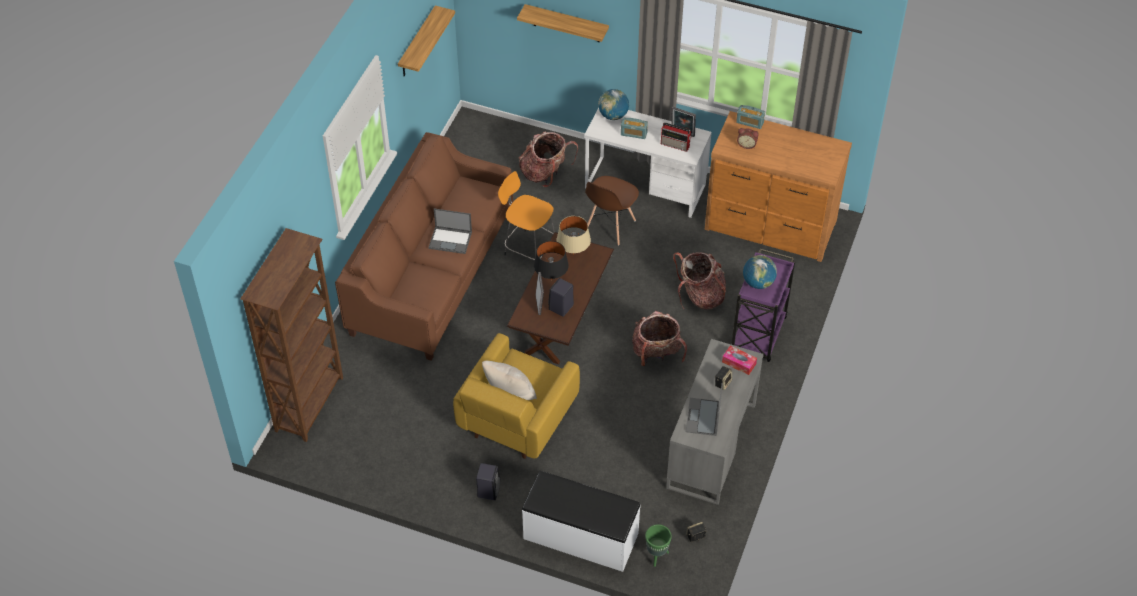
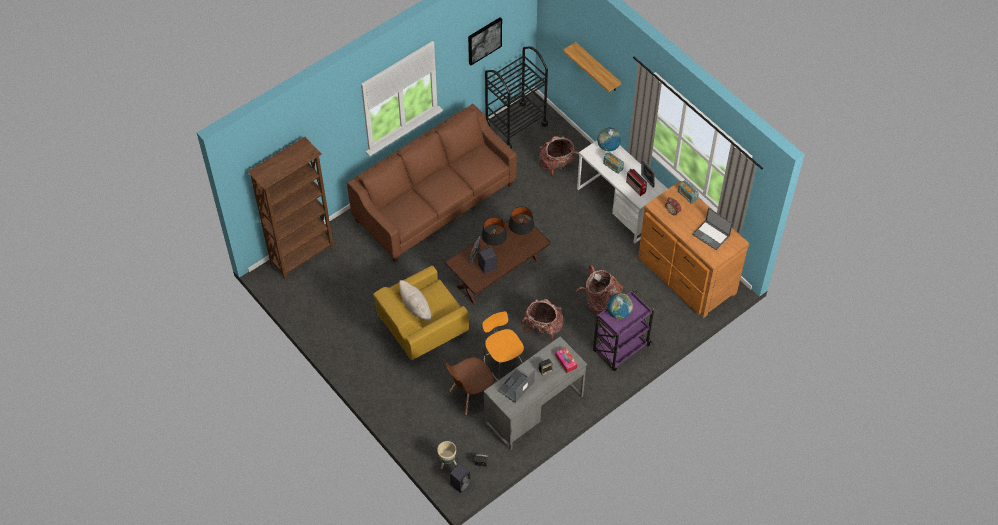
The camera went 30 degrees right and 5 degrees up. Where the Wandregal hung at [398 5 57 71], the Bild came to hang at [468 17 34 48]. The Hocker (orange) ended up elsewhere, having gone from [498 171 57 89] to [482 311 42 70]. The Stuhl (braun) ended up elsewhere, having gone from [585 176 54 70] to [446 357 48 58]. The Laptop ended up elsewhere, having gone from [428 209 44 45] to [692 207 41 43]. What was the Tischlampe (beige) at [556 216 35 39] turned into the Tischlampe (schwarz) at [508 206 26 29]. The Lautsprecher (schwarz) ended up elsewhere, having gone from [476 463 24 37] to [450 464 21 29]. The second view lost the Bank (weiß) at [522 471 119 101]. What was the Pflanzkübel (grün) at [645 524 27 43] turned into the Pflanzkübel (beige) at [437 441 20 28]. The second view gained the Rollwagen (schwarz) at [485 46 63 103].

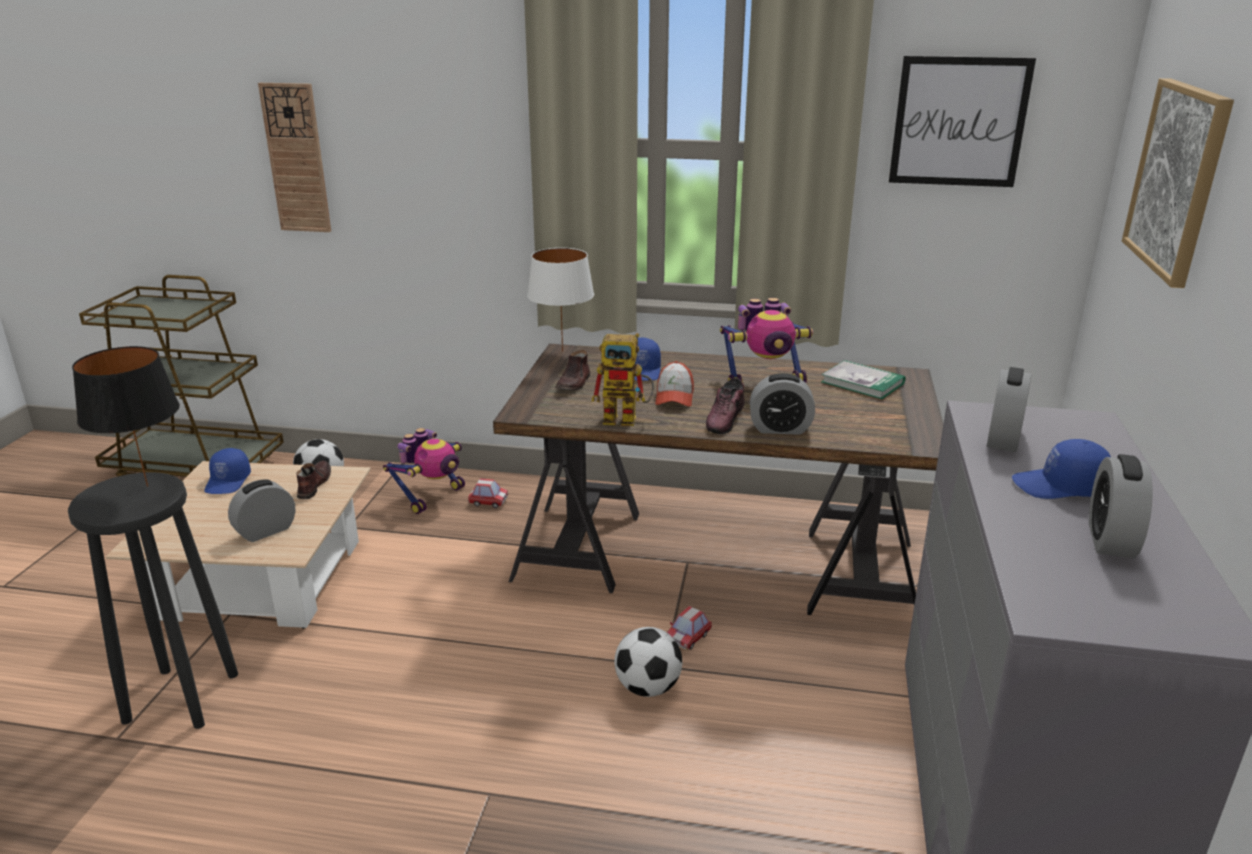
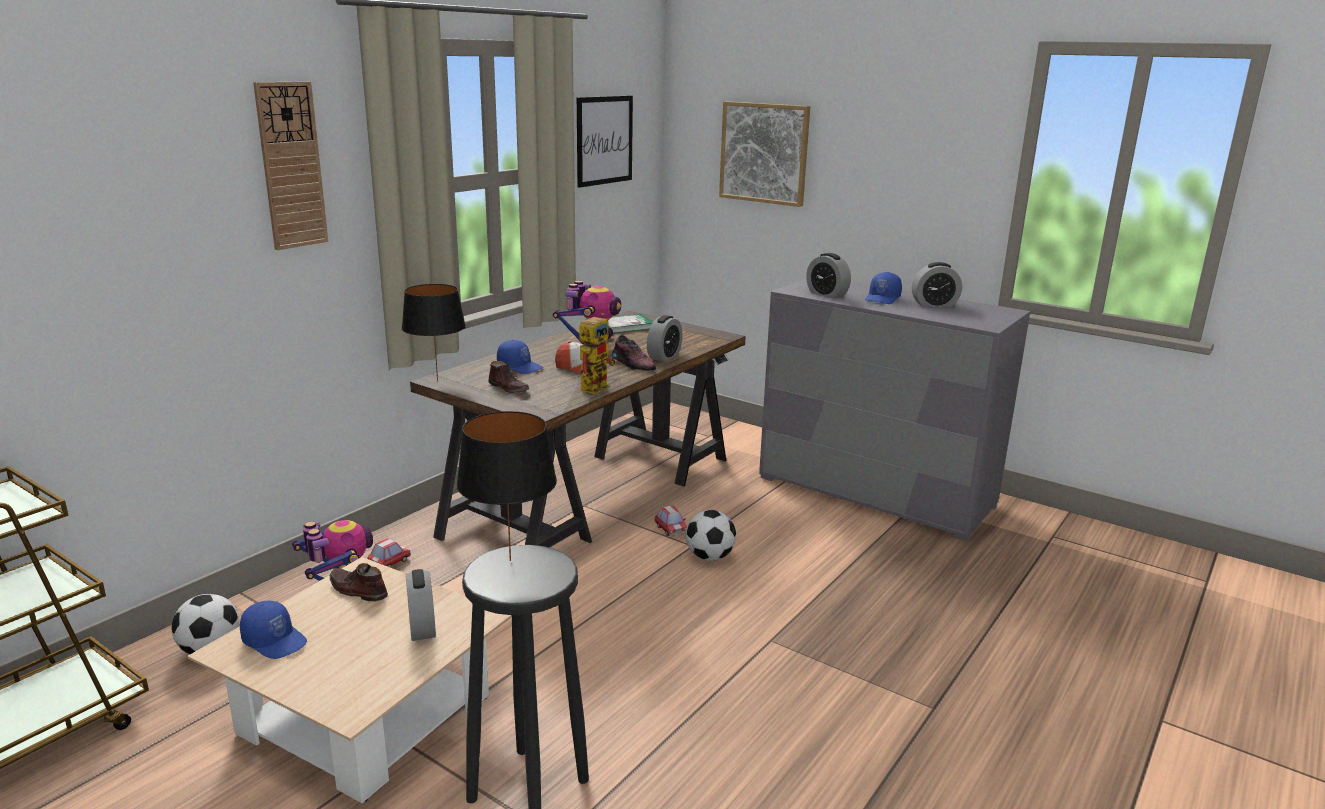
The camera went 65 degrees left and 5 degrees down. The Wanduhr ended up elsewhere, having gone from [258 83 73 149] to [253 81 75 169]. What was the Tischlampe (weiß) at [527 248 67 104] turned into the Tischlampe (schwarz) at [402 284 64 97]. The Wecker at [1089 454 64 104] ended up facing another way, 45 degrees counterclockwise from before.

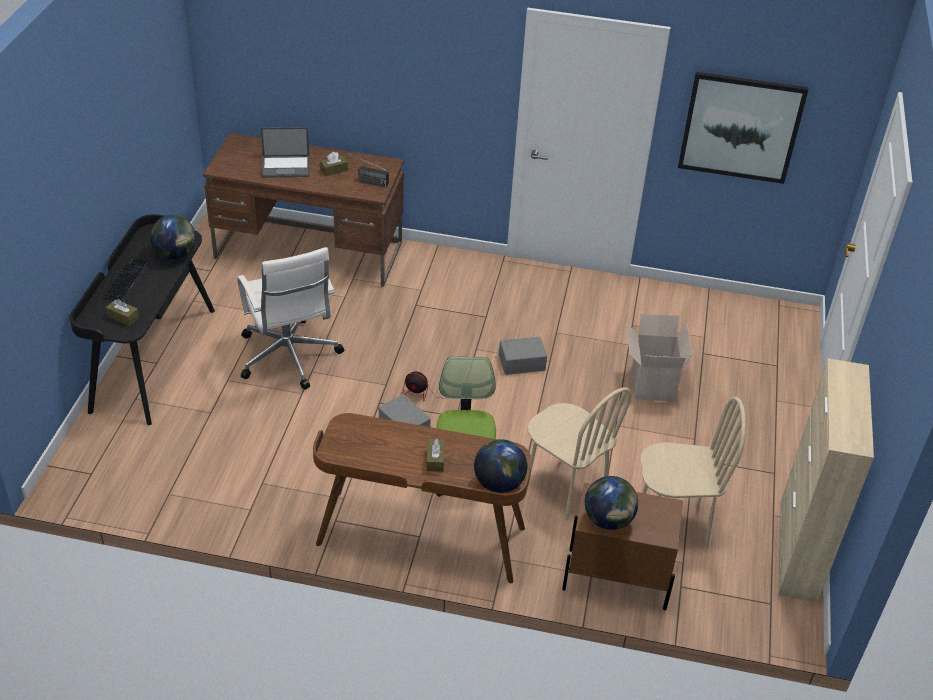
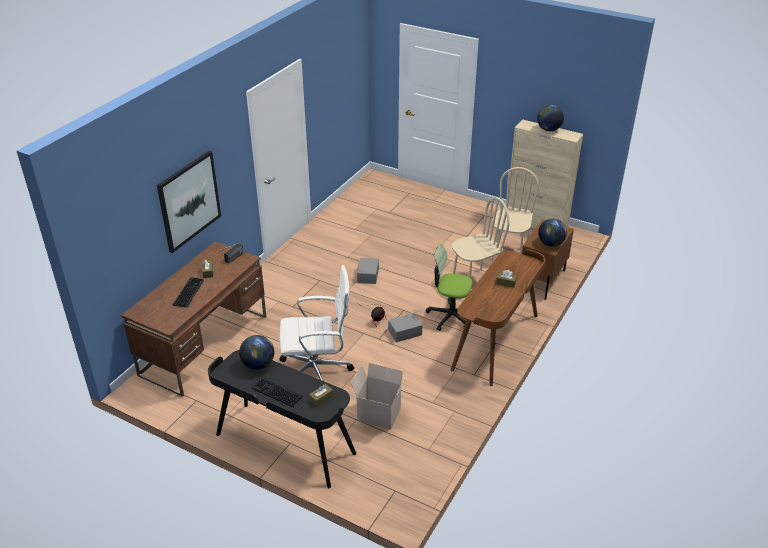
The camera went 70 degrees left and 5 degrees down. The Bild ended up elsewhere, having gone from [678 72 130 112] to [157 151 64 102]. Where the Laptop stood at [261 127 48 51], the Tastatur came to stand at [173 277 31 31]. The Karton ended up elsewhere, having gone from [626 314 66 87] to [351 363 55 67]. The Globus ended up elsewhere, having gone from [474 439 53 54] to [537 105 27 26].

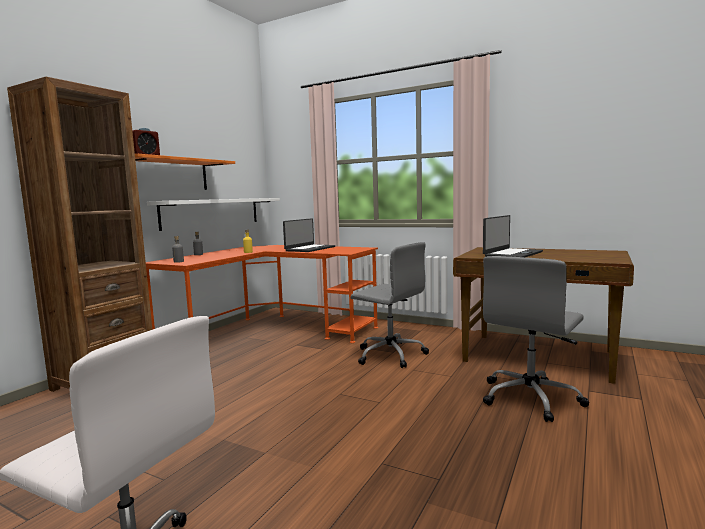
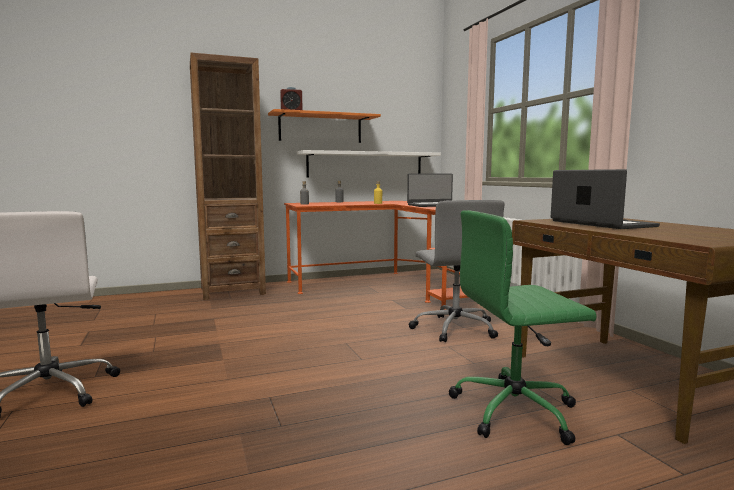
The camera went 40 degrees right and 0 degrees up. The Laptop at [483 215 60 42] ended up facing another way, 105 degrees counterclockwise from before. What was the Bürostuhl (grau) at [483 256 106 166] turned into the Bürostuhl (grün) at [449 210 147 235].

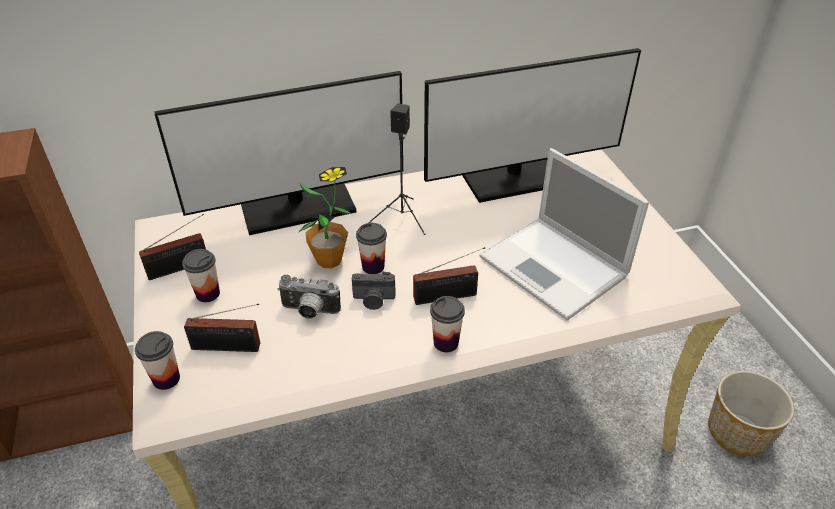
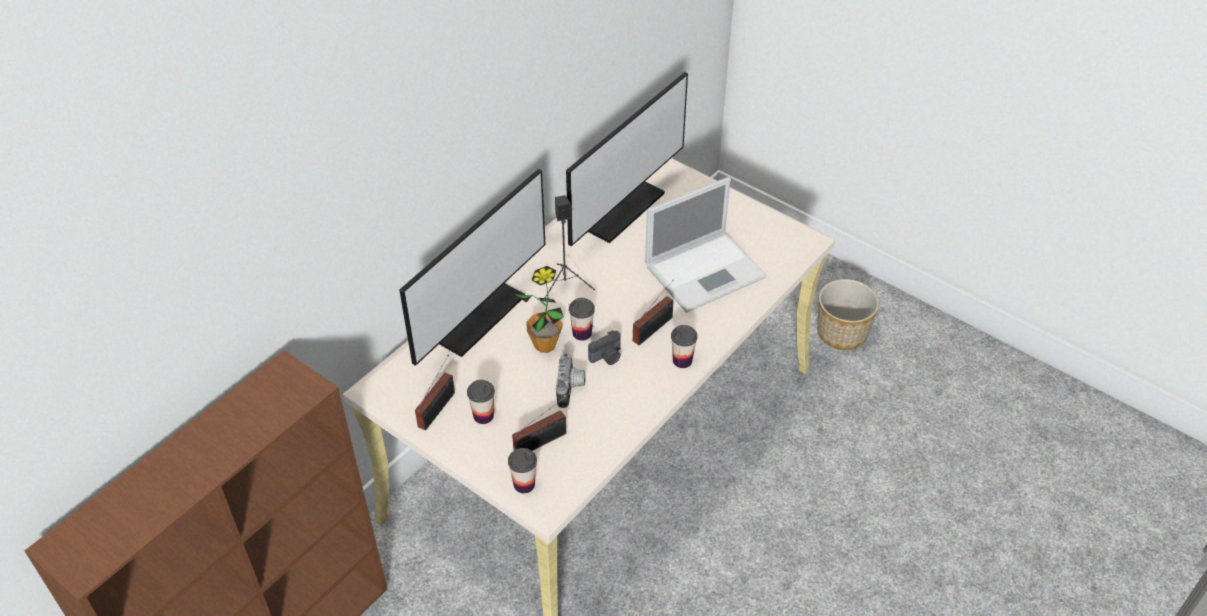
The camera went 35 degrees left and 5 degrees up. The Laptop at [480 148 169 173] ended up facing another way, 45 degrees counterclockwise from before. The Kamera at [277 275 64 44] ended up facing another way, 60 degrees counterclockwise from before.

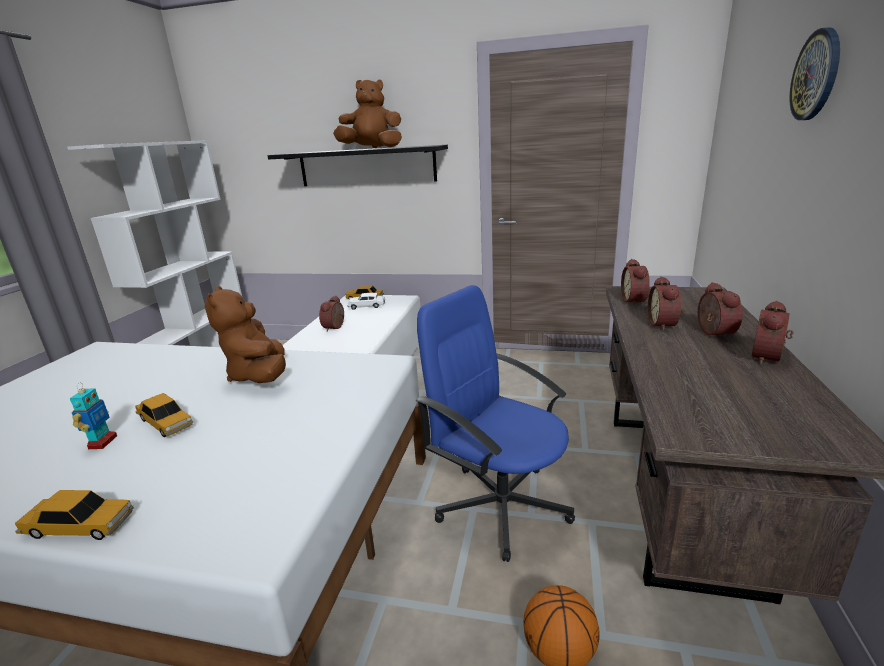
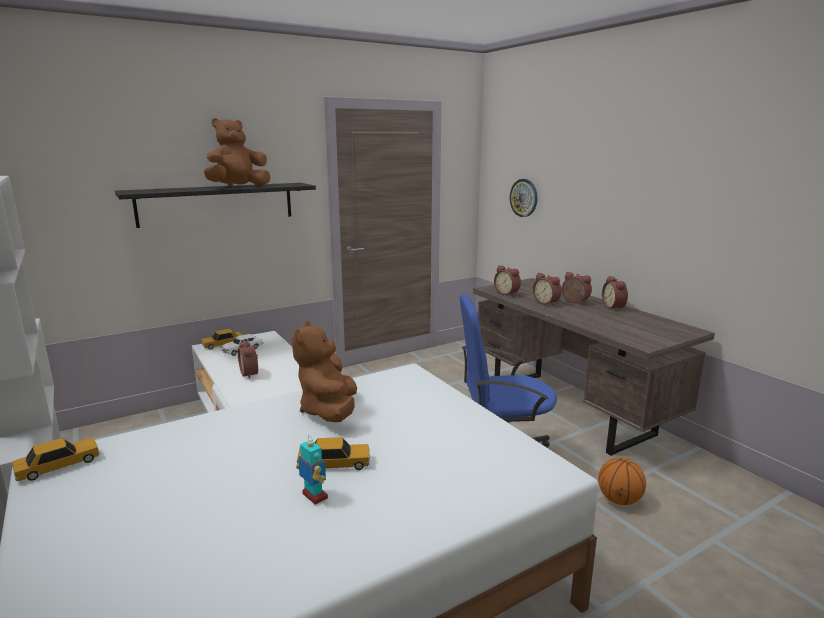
The camera went 45 degrees left and 5 degrees down. The Wanduhr ended up elsewhere, having gone from [789 27 51 93] to [510 179 27 38]. The Plüschtier (braun) at [205 286 81 97] ended up facing another way, 60 degrees clockwise from before. The Spielzeugauto ended up elsewhere, having gone from [15 490 119 50] to [12 438 87 43].

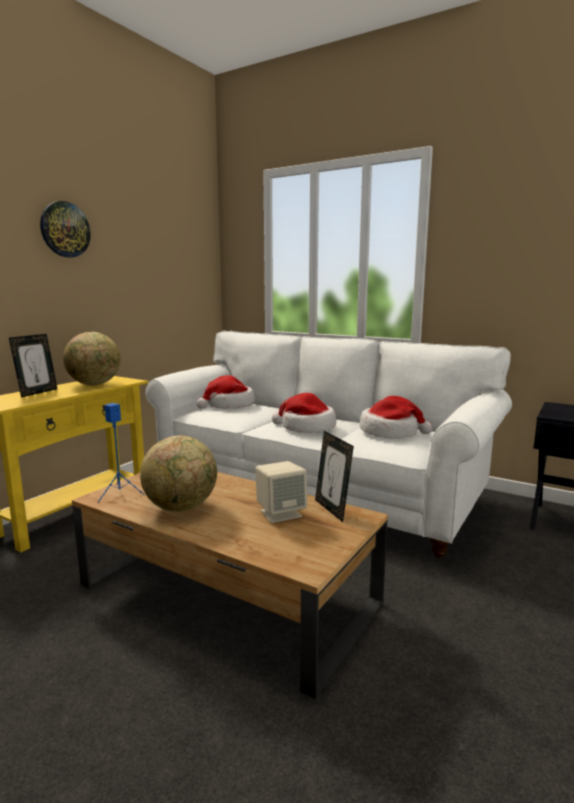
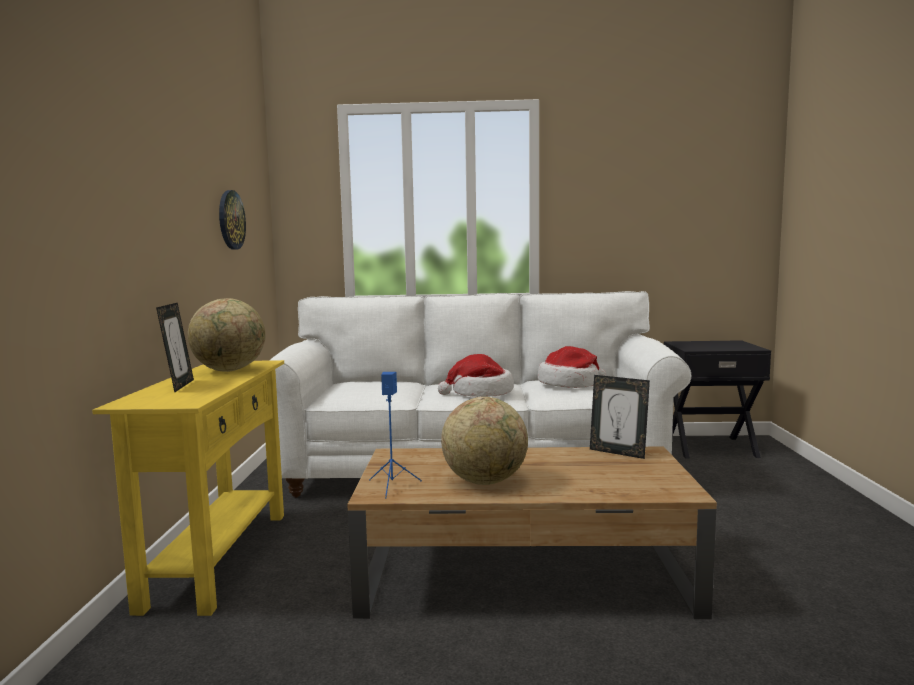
The camera went 30 degrees left and 5 degrees down. The Wanduhr ended up elsewhere, having gone from [40 201 51 57] to [219 190 27 60]. The second view lost the Hut at [197 375 58 34]. The second view lost the Lautsprecher (beige) at [255 461 52 62].

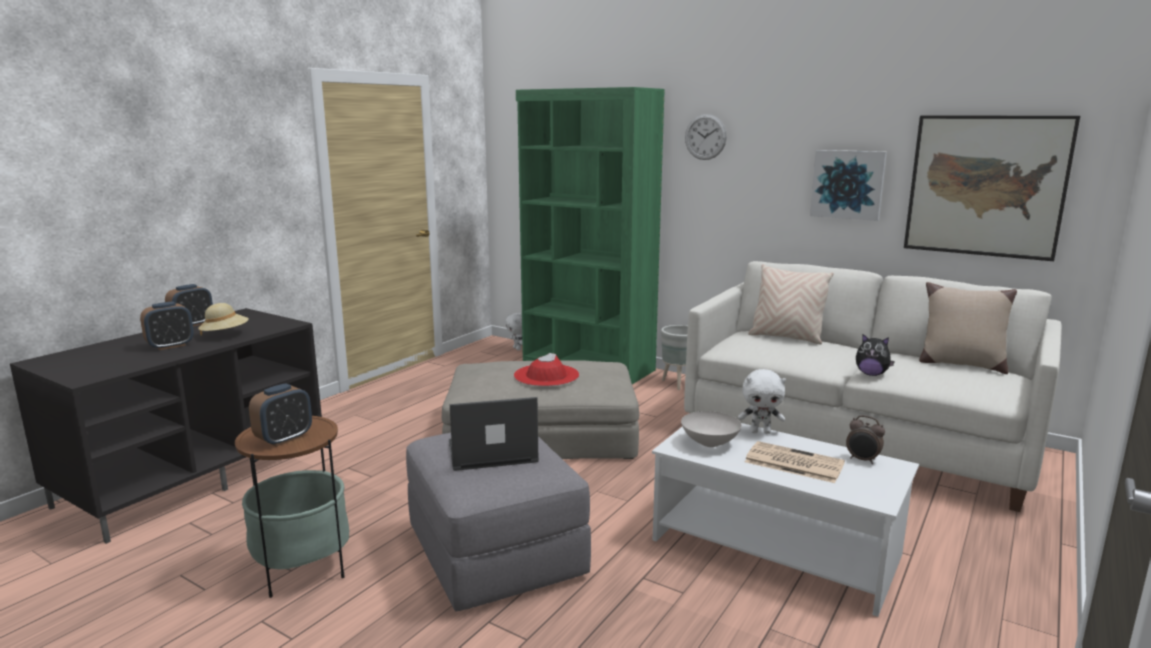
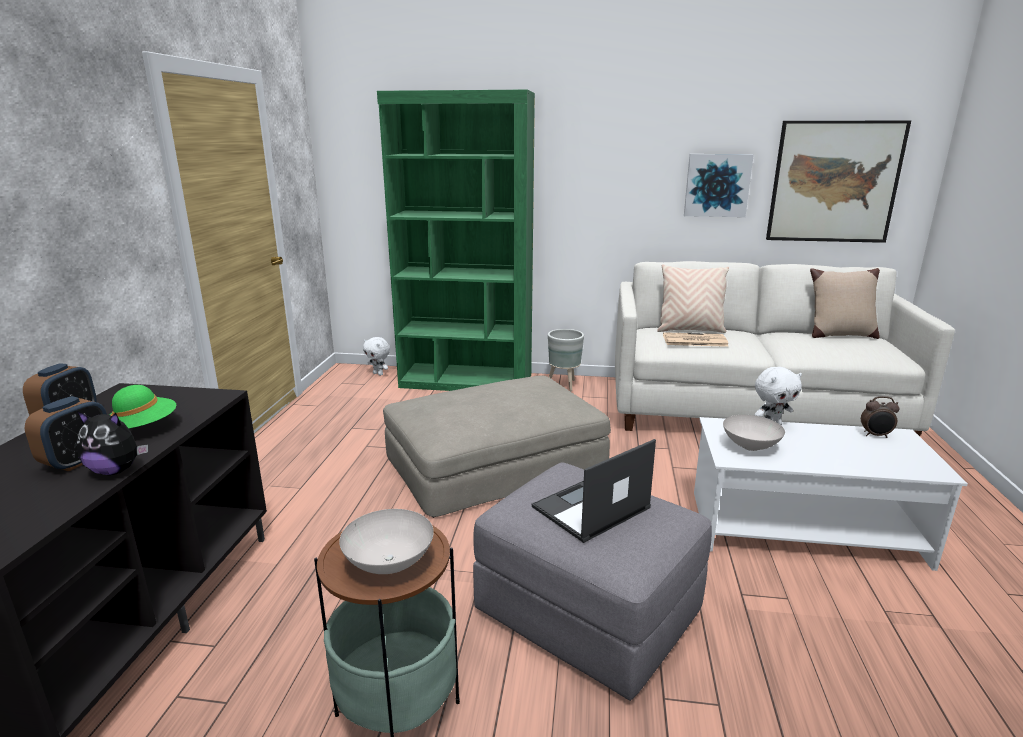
The camera went 25 degrees left and 5 degrees up. The second view lost the Wanduhr at [685 114 42 46]. What was the Hut (beige) at [198 303 51 32] turned into the Hut (grün) at [109 385 67 43]. The Plüschtier ended up elsewhere, having gone from [856 334 39 42] to [77 411 71 64]. The second view lost the Hut (rot) at [514 353 65 33]. Where the Wecker stood at [249 383 63 64], the Schüssel (weiß) came to stand at [339 509 95 65]. The Zeitung ended up elsewhere, having gone from [745 441 100 42] to [663 332 66 15].

